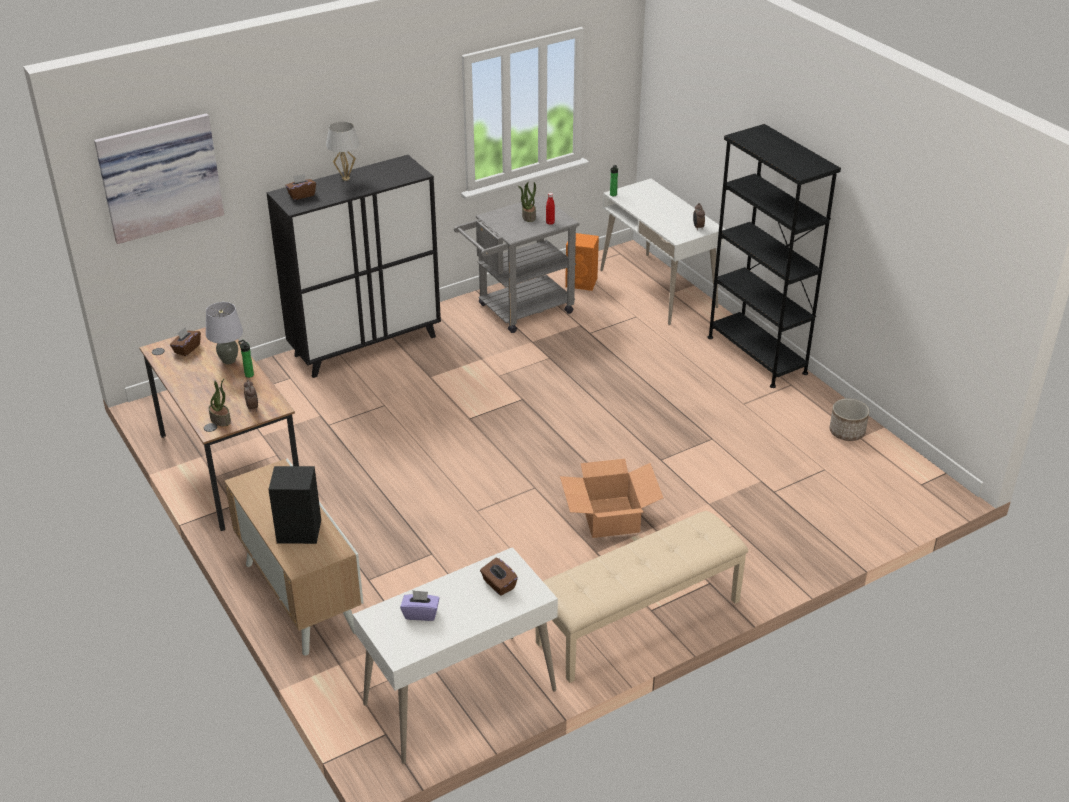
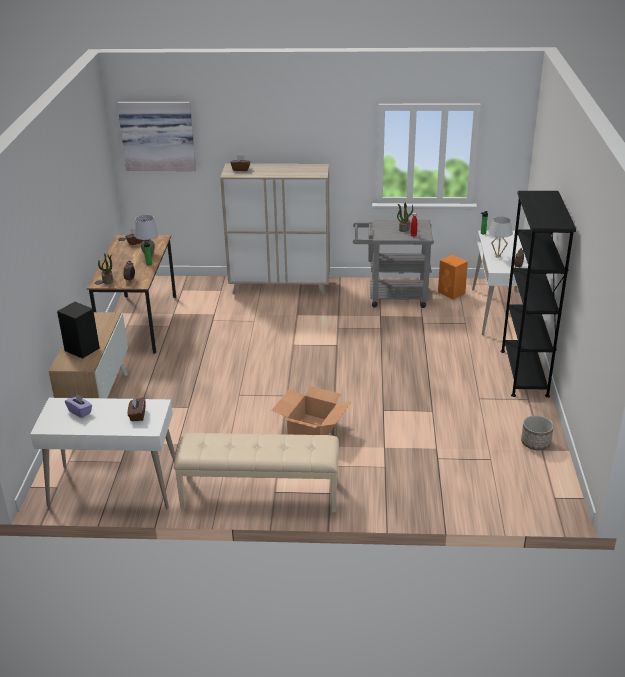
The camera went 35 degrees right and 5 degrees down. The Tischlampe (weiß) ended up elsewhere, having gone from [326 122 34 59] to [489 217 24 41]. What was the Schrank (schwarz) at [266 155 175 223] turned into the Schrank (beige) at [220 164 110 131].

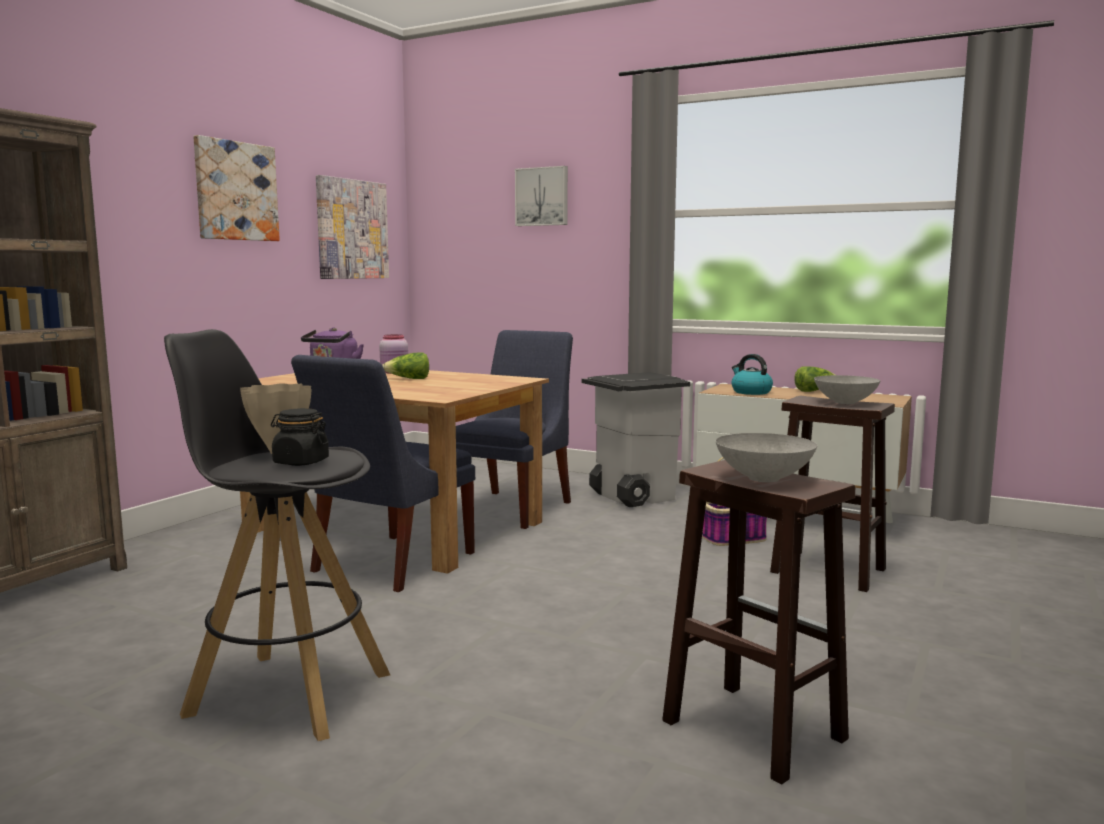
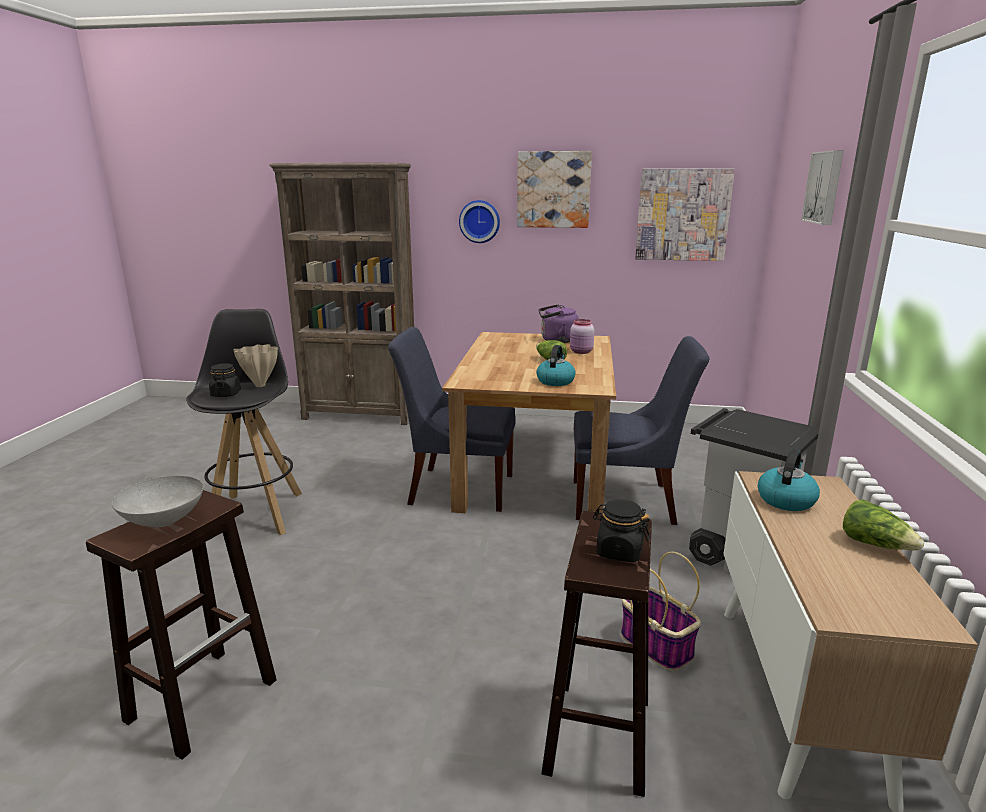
The camera went 70 degrees right and 10 degrees up. Where the Schüssel (grau) stood at [814 375 66 29], the Vorratsglas (schwarz) came to stand at [593 499 57 63]. The second view gained the Wanduhr at [459 200 41 43]. The second view gained the Wasserkessel at [536 345 40 41].

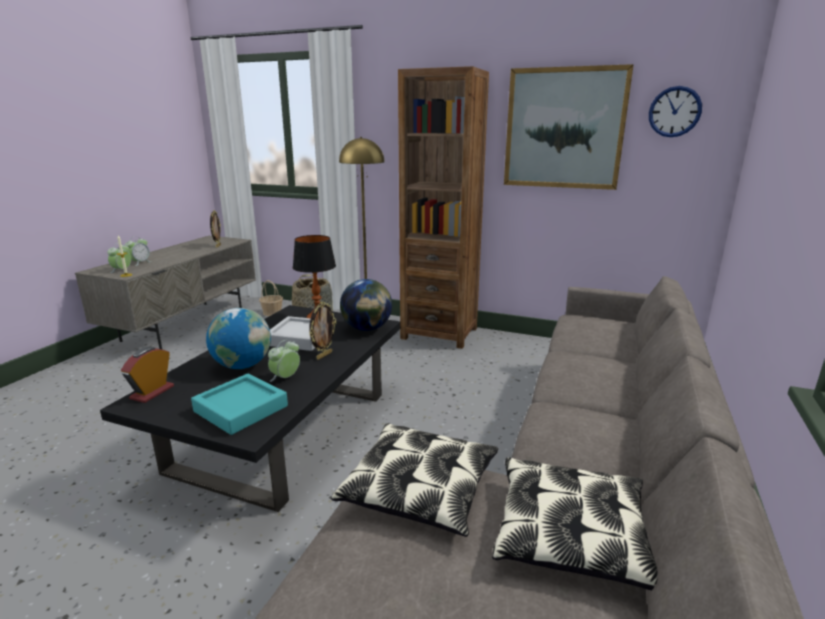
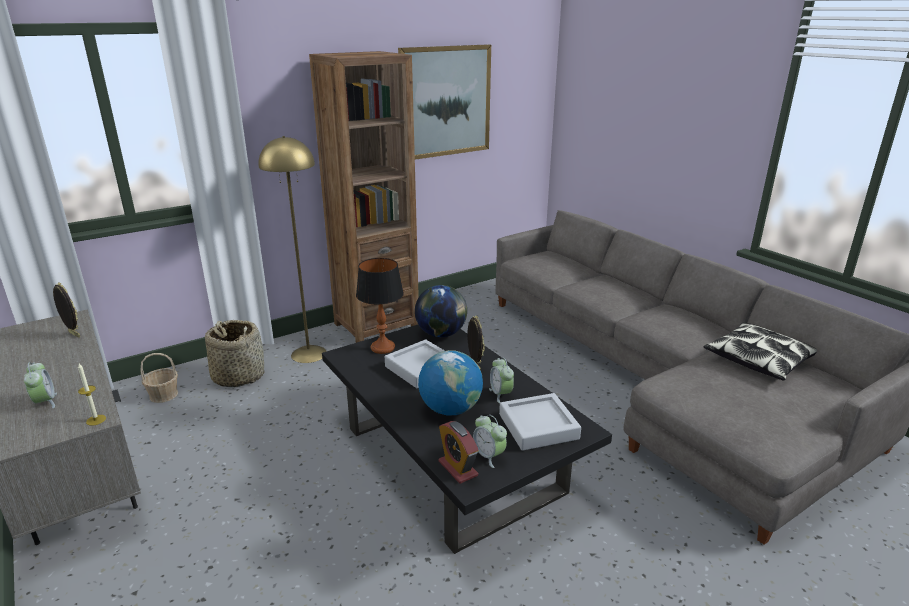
The camera went 55 degrees left and 5 degrees up. The second view lost the Wanduhr at [649 86 53 51]. The Wecker ended up elsewhere, having gone from [108 243 23 30] to [473 415 34 53]. What was the Tablett (türkis) at [191 374 97 61] turned into the Tablett (grau) at [499 393 82 58]. The second view lost the Kissen at [331 423 167 114].

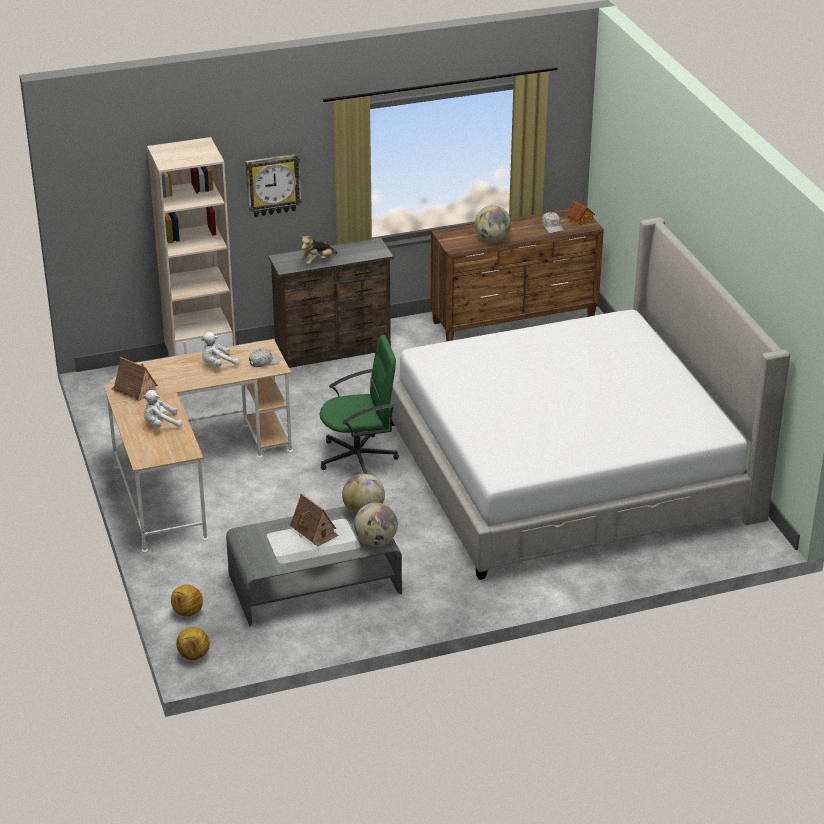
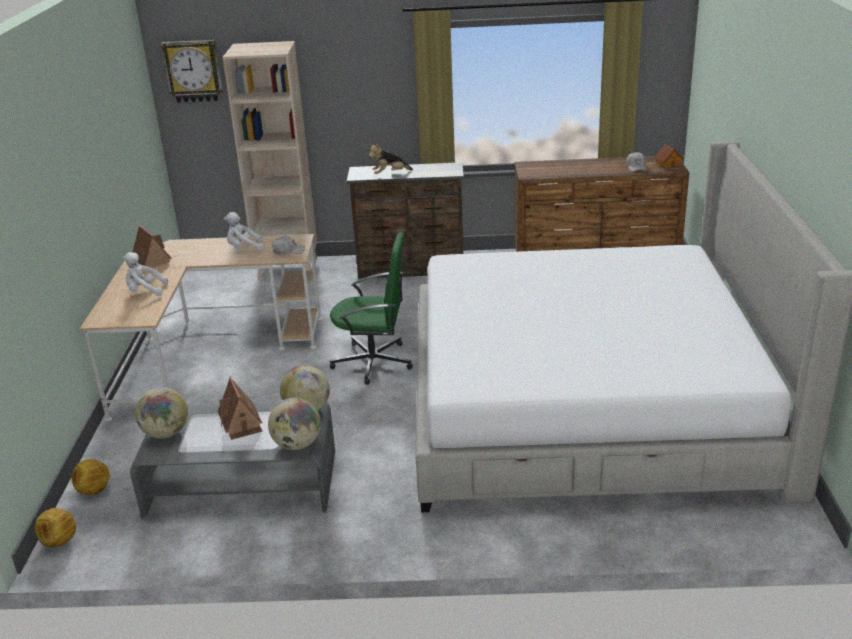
The camera went 20 degrees right and 5 degrees down. The Wanduhr ended up elsewhere, having gone from [246 153 56 64] to [161 40 62 63]. The Globus ended up elsewhere, having gone from [475 205 36 37] to [135 387 53 52].

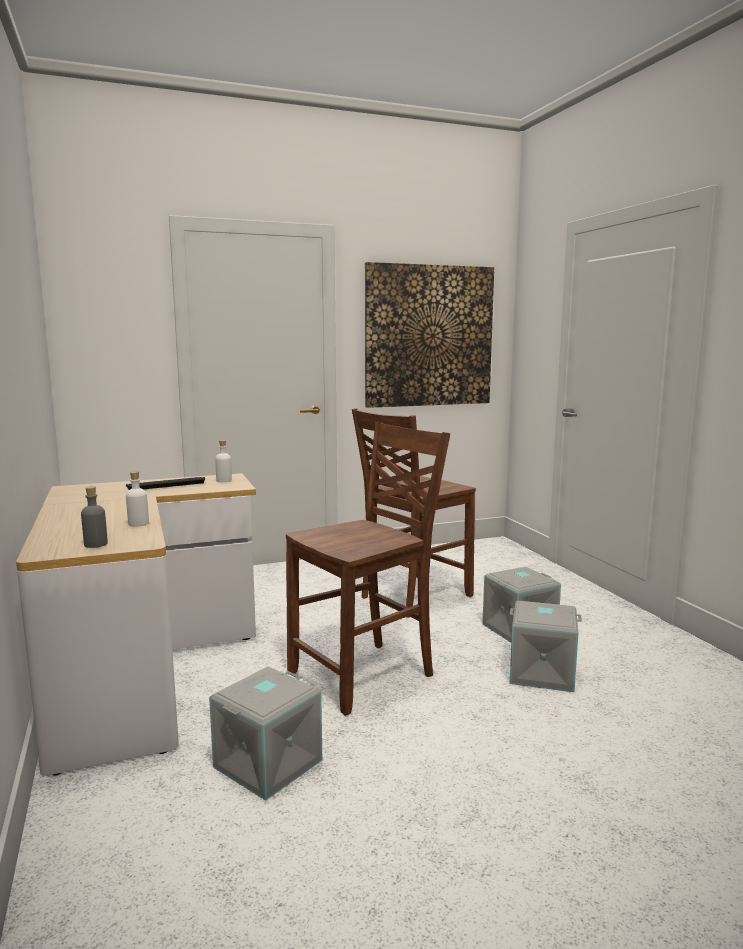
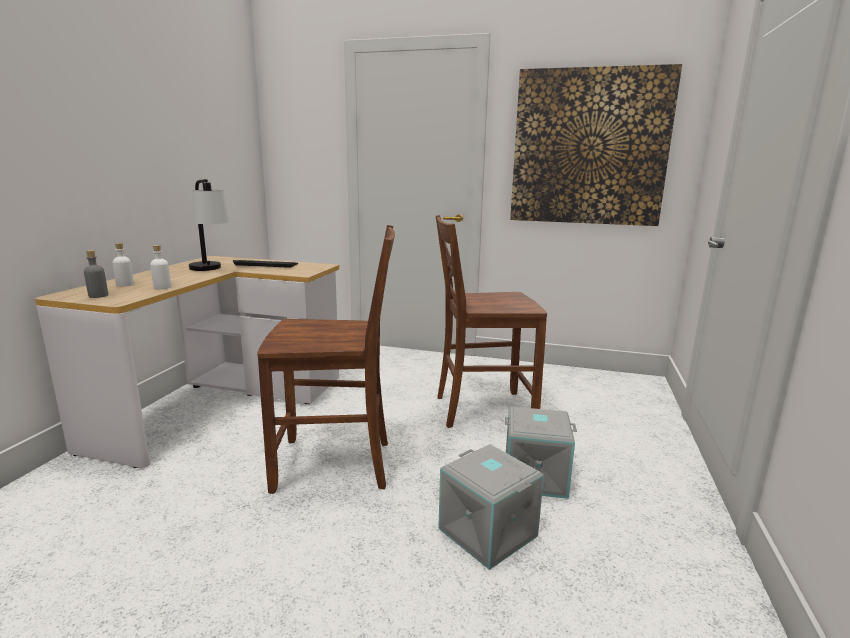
The camera went 35 degrees right and 5 degrees up. The Flasche (weiß) ended up elsewhere, having gone from [215 440 17 42] to [113 243 21 43]. The second view lost the Aufbewahrungsbox (grau) at [209 666 113 135]. The second view gained the Tischlampe at [189 179 40 92].

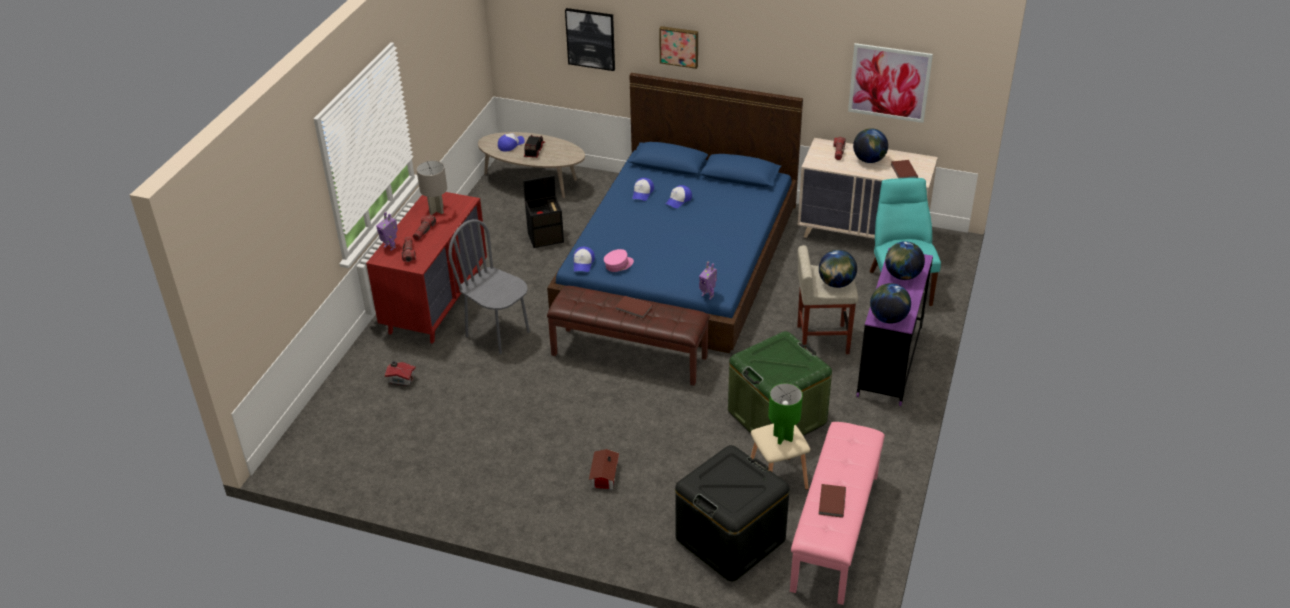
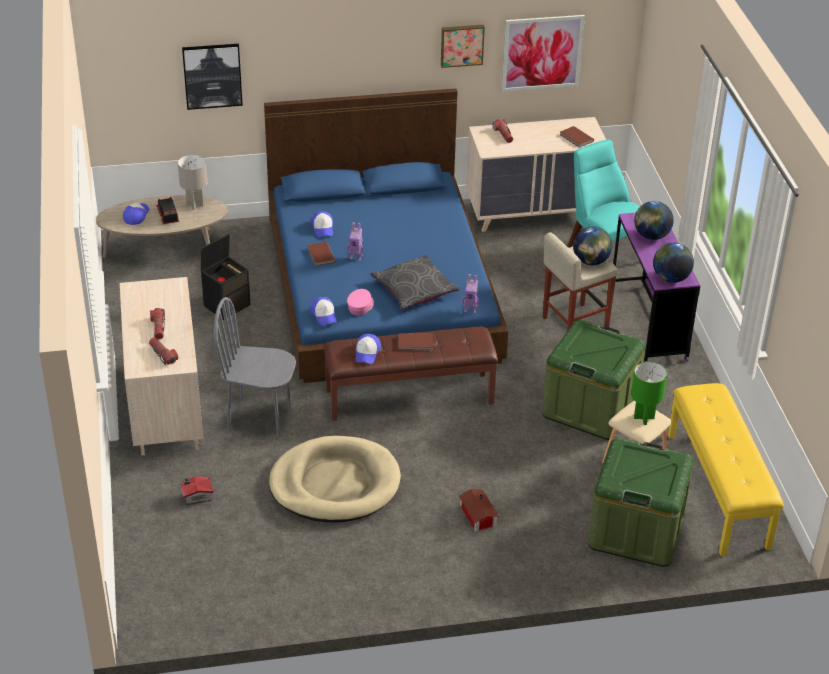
The camera went 30 degrees left and 0 degrees up. The Bild ended up elsewhere, having gone from [659 26 39 43] to [441 25 44 43]. The second view lost the Globus at [853 128 35 35]. The Tischlampe (grau) ended up elsewhere, having gone from [417 161 30 54] to [178 154 29 56]. The Kappe ended up elsewhere, having gone from [666 185 26 23] to [356 334 25 30]. What was the Kommode (rot) at [366 192 121 152] turned into the Kommode (beige) at [120 277 83 179]. The Spielzeugroboter ended up elsewhere, having gone from [376 212 22 39] to [347 223 16 38]. What was the Bank (rosa) at [790 422 95 183] turned into the Bank (gelb) at [668 383 116 173]. What was the Aufbewahrungsbox (schwarz) at [675 445 115 136] turned into the Aufbewahrungsbox (grün) at [588 438 106 129]. The Buch (braun) ended up elsewhere, having gone from [818 484 28 34] to [307 242 29 24]. The second view gained the Kissen (grau) at [370 255 90 55]. The second view gained the Hundebett (beige) at [269 436 132 86].

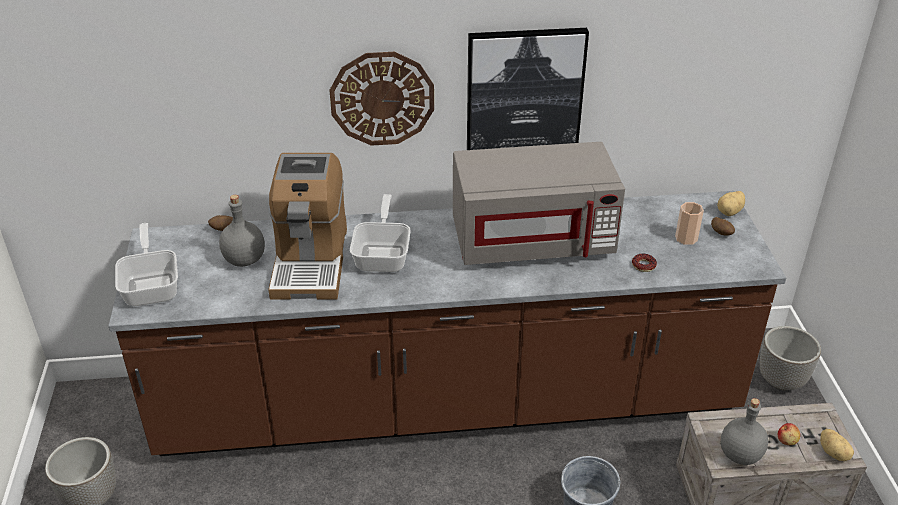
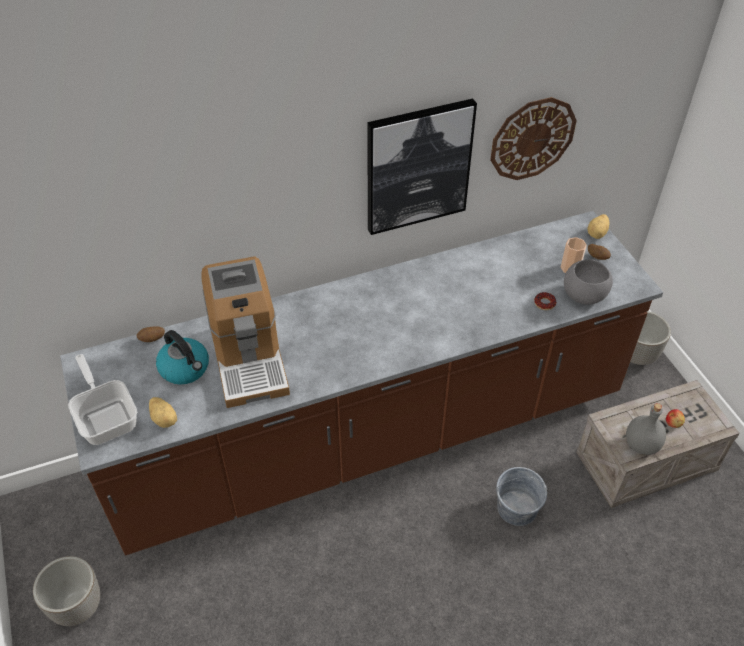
The camera went 15 degrees left and 10 degrees up. The Wanduhr ended up elsewhere, having gone from [329 52 105 94] to [490 97 87 83]. The second view lost the Mikrowelle (grau) at [453 142 172 123]. The second view lost the Pfanne at [350 194 61 78]. Where the Flasche (grau) stood at [219 195 46 72], the Wasserkessel came to stand at [156 330 53 55]. The Kartoffel ended up elsewhere, having gone from [820 429 34 32] to [149 397 28 31]. The second view gained the Schüssel (grau) at [564 259 49 46].

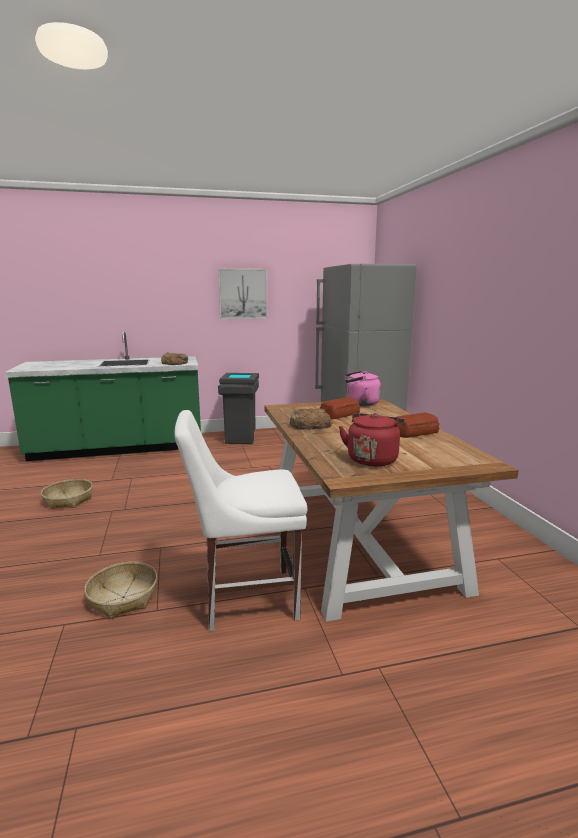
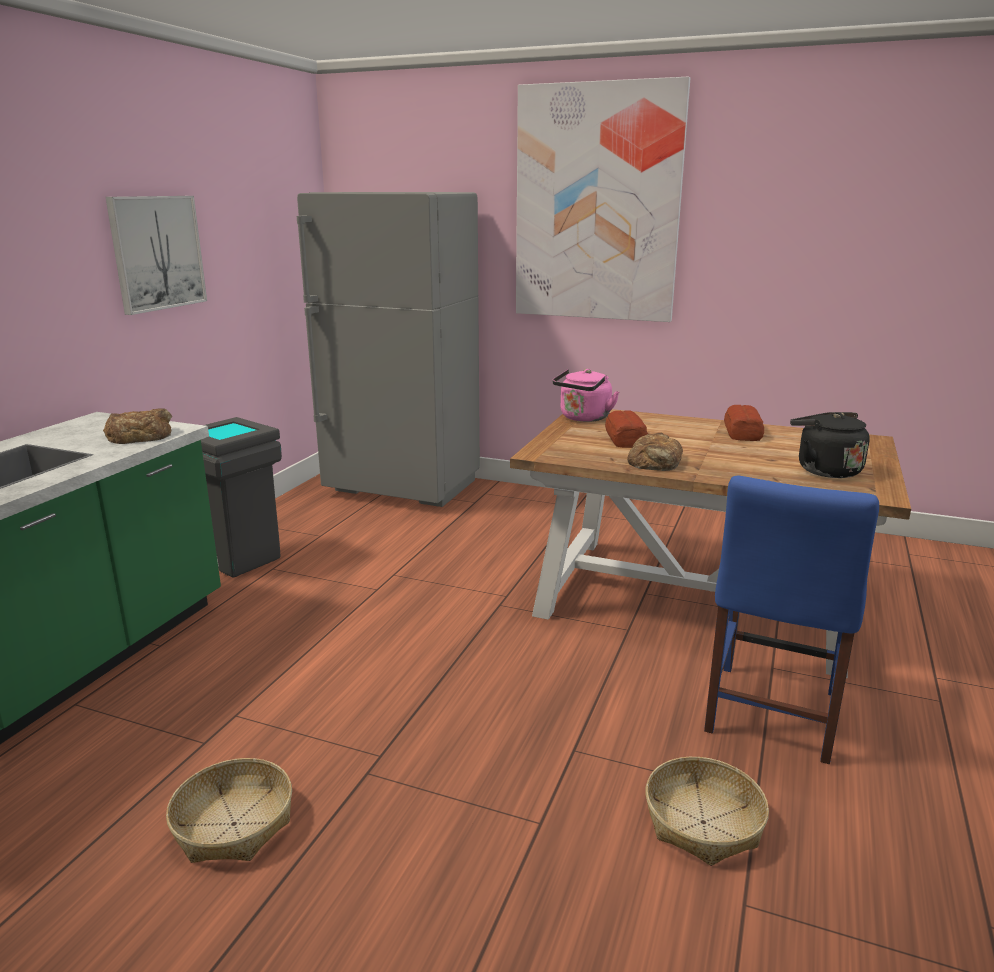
The camera went 55 degrees left and 5 degrees up. What was the Stuhl (weiß) at [175 410 132 221] turned into the Stuhl (blau) at [704 476 175 288]. What was the Wasserkessel (rot) at [339 413 65 54] turned into the Wasserkessel (schwarz) at [790 412 80 66]. The second view gained the Bild at [516 77 174 245].

